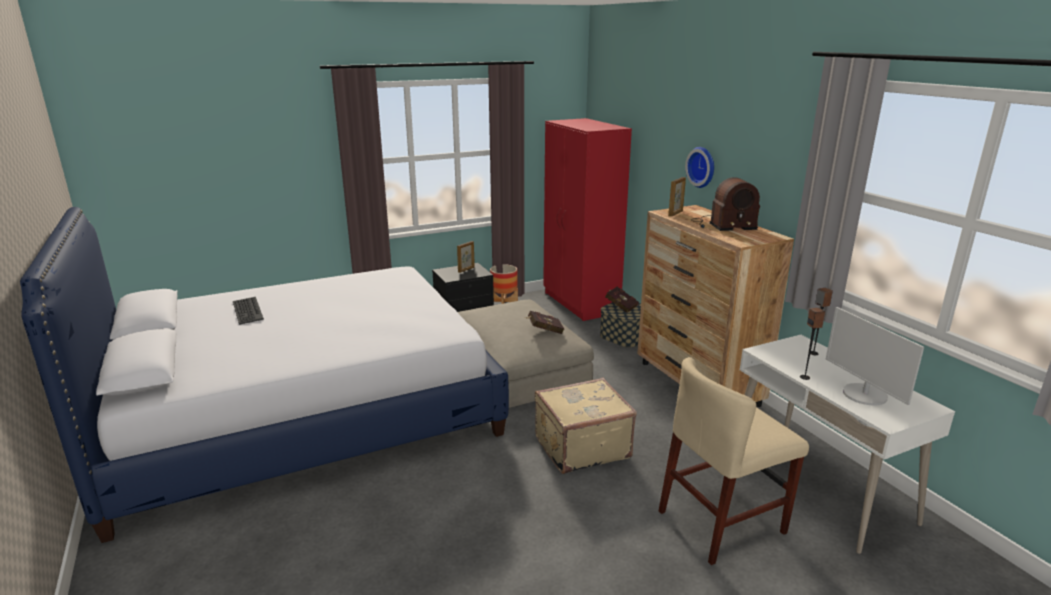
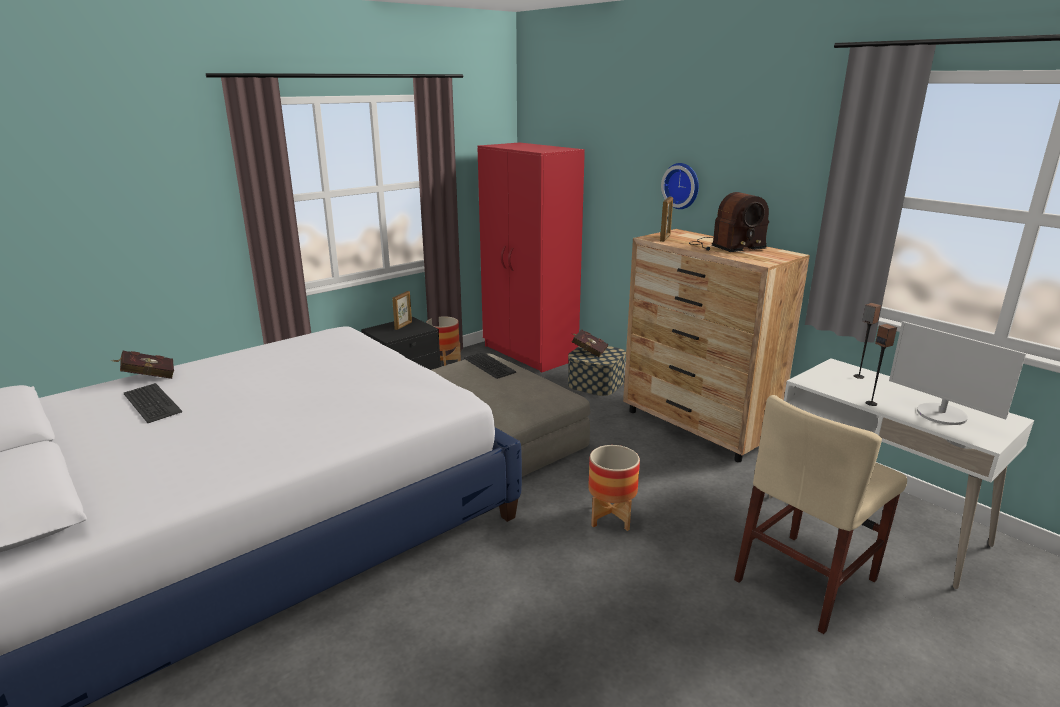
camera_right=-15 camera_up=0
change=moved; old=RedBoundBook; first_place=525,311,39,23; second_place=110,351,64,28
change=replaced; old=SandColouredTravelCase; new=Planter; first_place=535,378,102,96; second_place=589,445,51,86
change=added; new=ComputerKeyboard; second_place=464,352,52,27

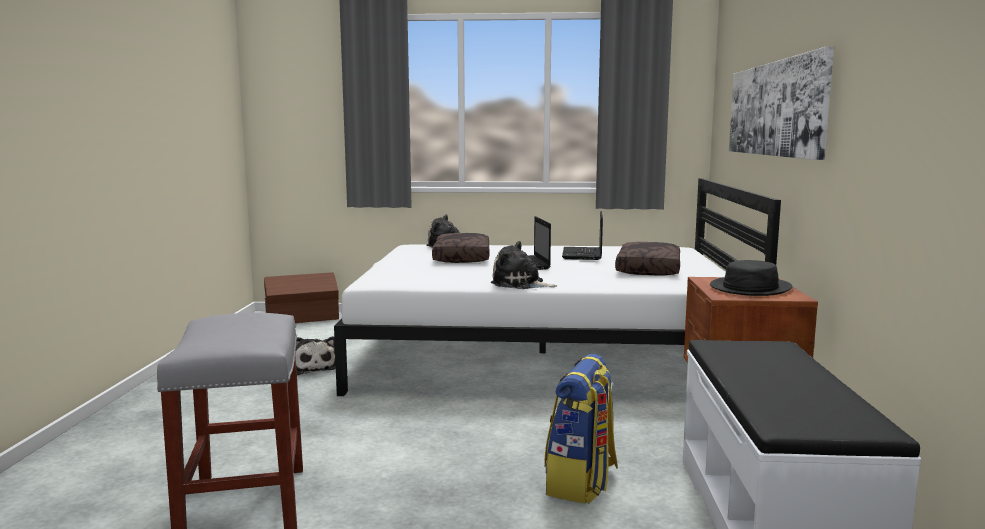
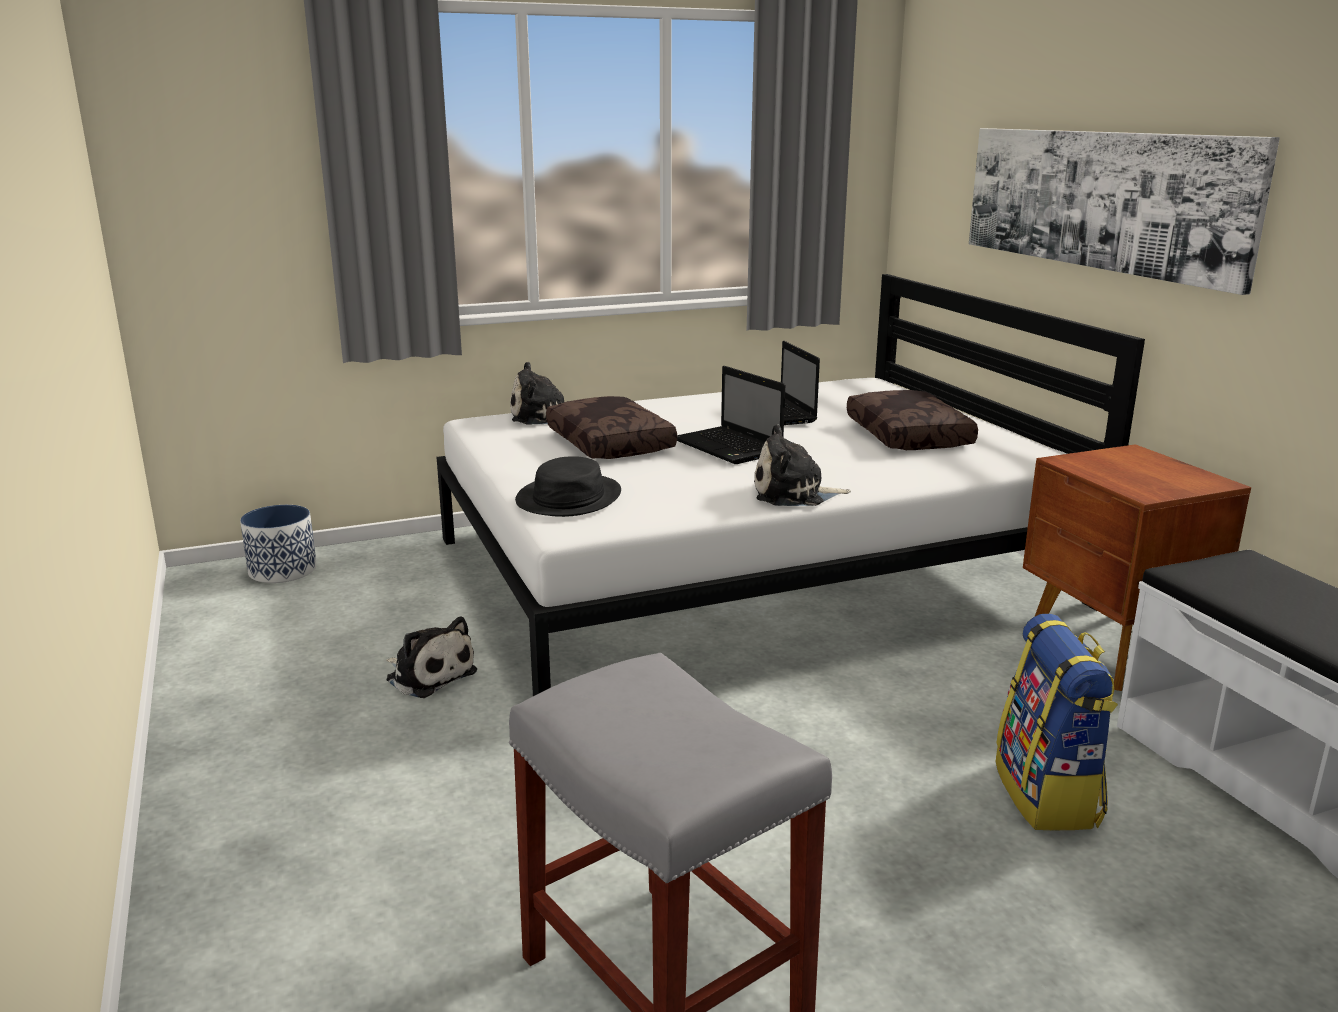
camera_right=-25 camera_up=10
change=moved; old=BlackColouredWearableHat; first_place=710,260,83,36; second_place=515,456,106,61
change=replaced; old=BrownishStorageBin; new=Planter; first_place=264,272,75,51; second_place=240,505,77,78

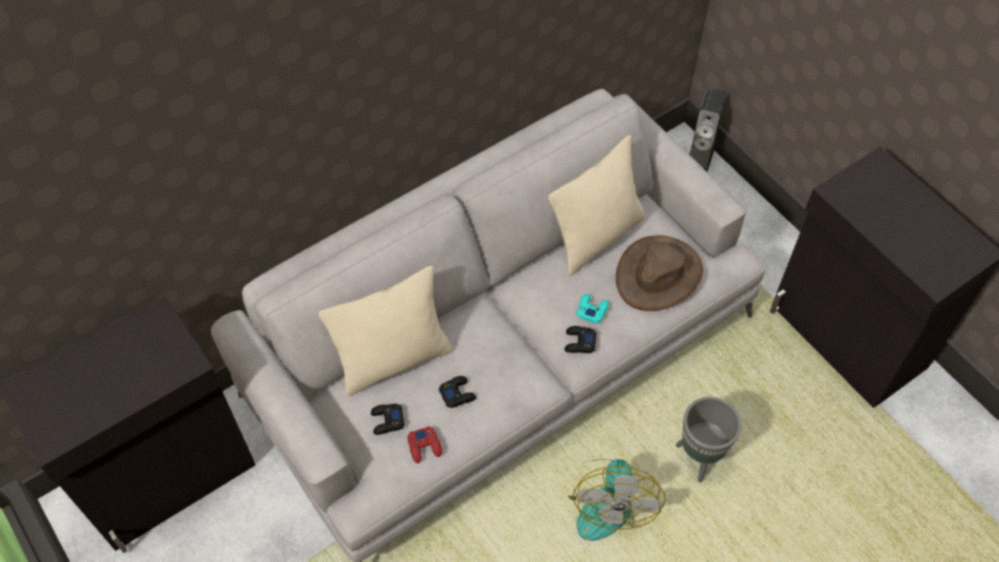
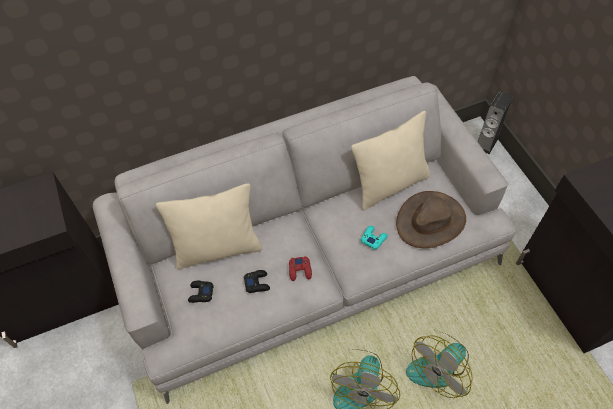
camera_right=15 camera_up=0
change=removed; old=BlackColouredGamepad; first_place=564,326,32,27
change=replaced; old=GreyPlanter; new=CoolingFan; first_place=676,397,66,86; second_place=406,332,67,66
change=moved; old=RedGamepad; first_place=408,426,34,37; second_place=289,256,23,25

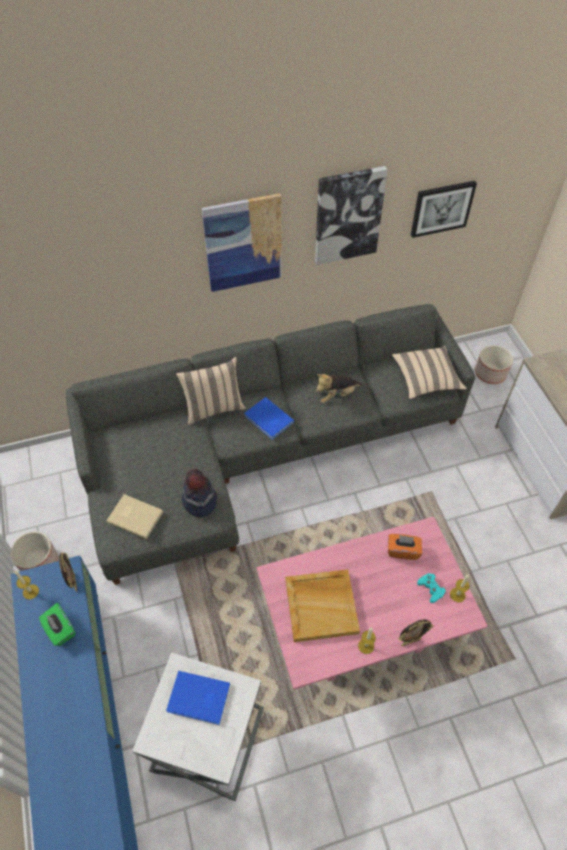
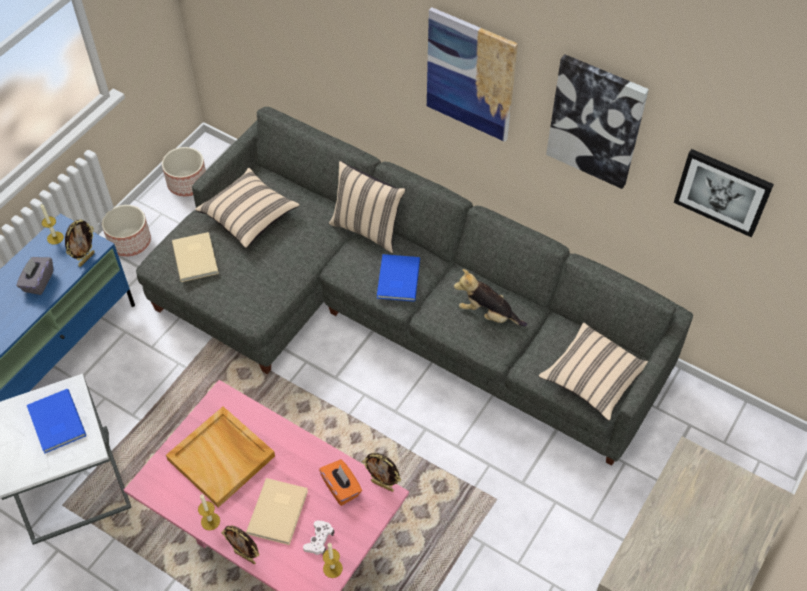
camera_right=50 camera_up=0
change=moved; old=Planter; first_place=475,345,38,39; second_place=162,147,44,49
change=removed; old=WearableHat; first_place=182,469,35,48
change=recoloured; old=TurquoiseGamepad; new=WhitishGamepad; first_place=417,573,29,30; second_place=303,520,31,35
change=recoloured; old=GreenTissueHolder; new=GreyTissueHolder; first_place=39,603,37,43; second_place=16,257,37,38
change=added; new=SandColouredPillow; second_place=195,168,105,80
change=added; new=PictureFrame; second_place=362,453,40,39
change=added; new=SandColouredBoundBook; second_place=246,478,62,67

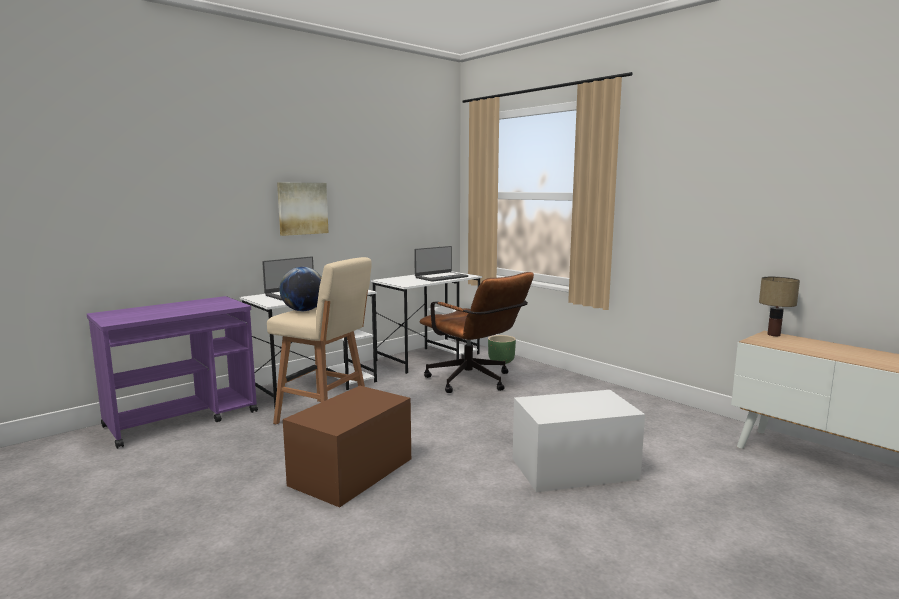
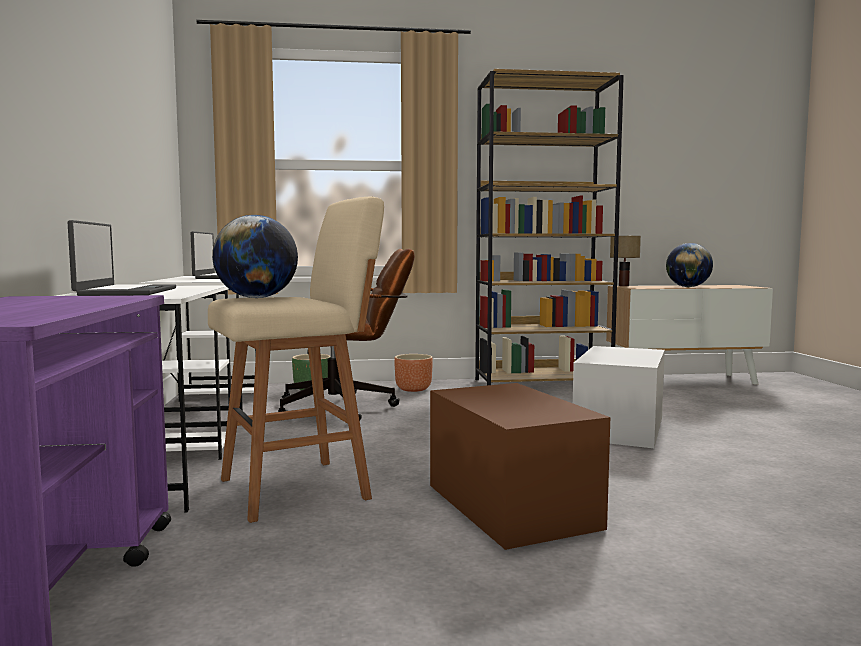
camera_right=-55 camera_up=-5
change=removed; old=WallPicture; first_place=277,183,51,53
change=added; new=BrownishBookcase; second_place=475,69,149,316
change=added; new=Globe; second_place=666,243,47,44
change=added; new=BrownishPlanter; second_place=394,354,39,38

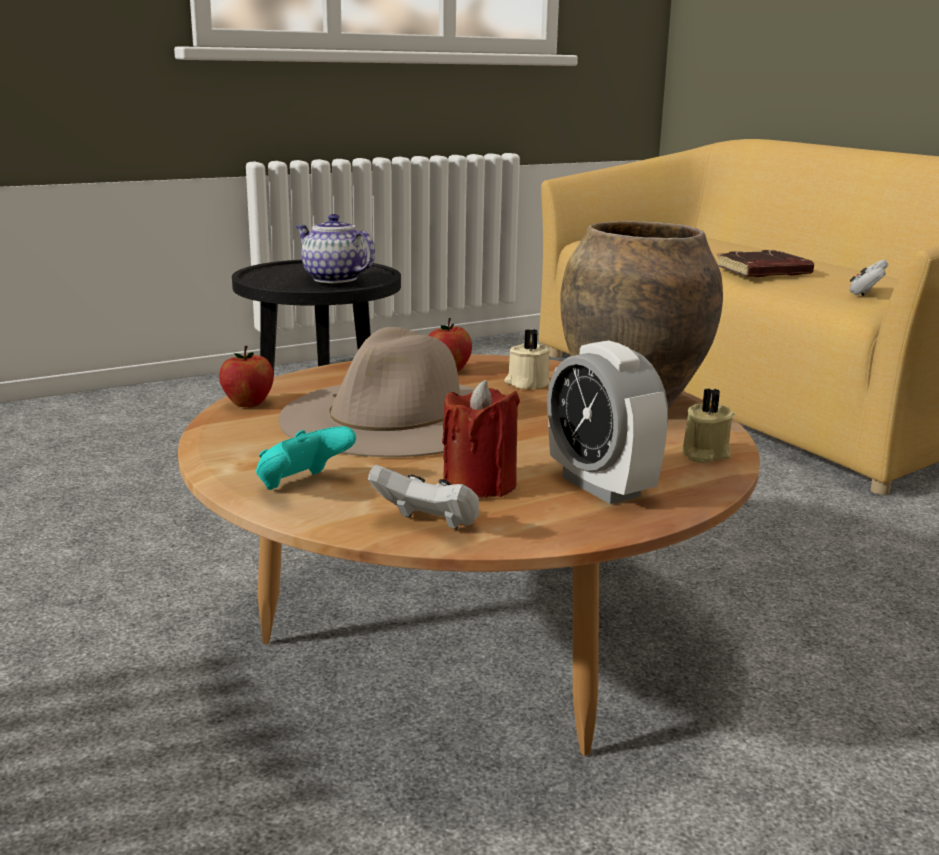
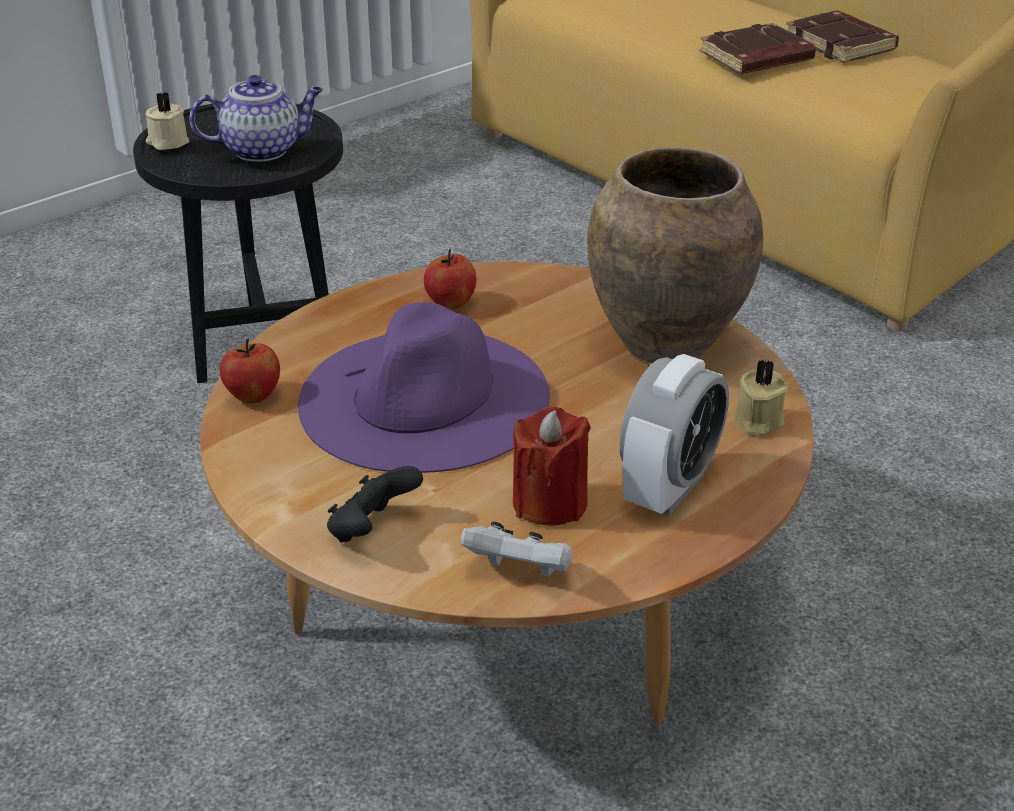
camera_right=-10 camera_up=15
change=turned; old=PotForTea; first_place=296,214,79,69; second_place=190,75,133,87; degrees=135
change=removed; old=WhitishGamepad; first_place=850,259,39,37
change=recoloured; old=SandColouredWearableHat; new=PurplishWearableHat; first_place=279,327,196,130; second_place=298,302,252,171
change=moved; old=SandColouredWaxCandle; first_place=505,329,45,60; second_place=145,92,44,58
change=turned; old=TableClock; first_place=547,340,121,164; second_place=620,354,109,162; degrees=-105
change=recoloured; old=TurquoiseGamepad; new=BlackColouredGamepad; first_place=256,426,100,64; second_place=327,466,96,77
change=added; new=BrownishBoundBook; second_place=786,11,113,52

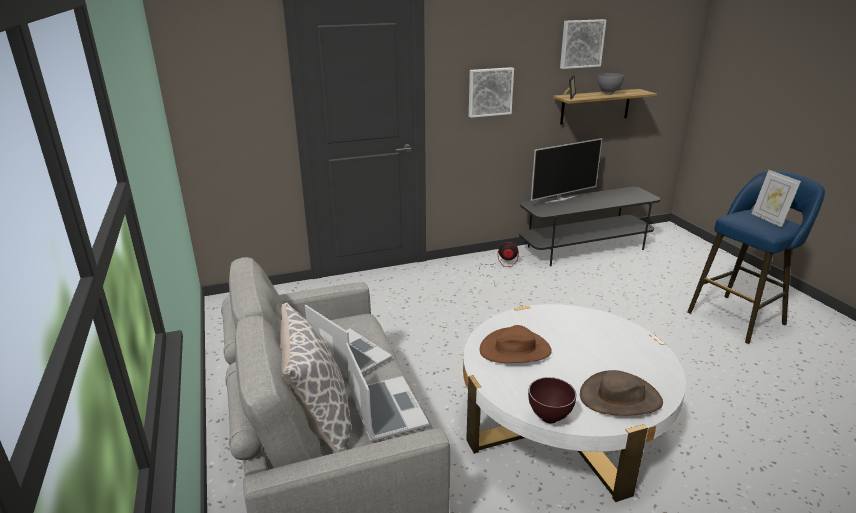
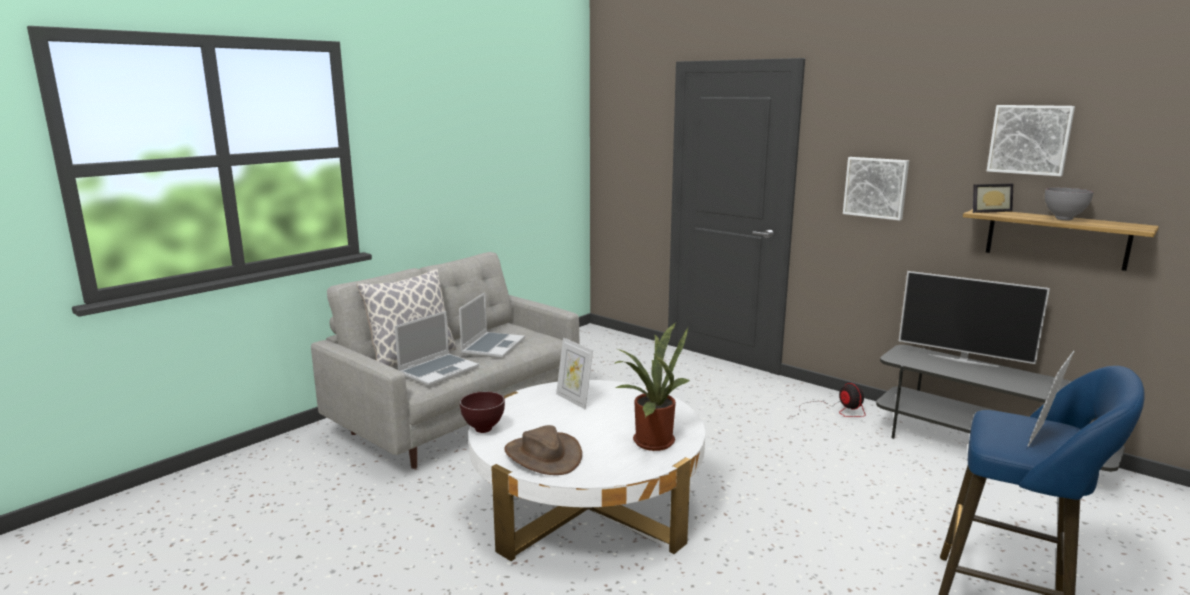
camera_right=60 camera_up=-10
change=replaced; old=BrownishWearableHat; new=PictureFrame; first_place=480,325,72,38; second_place=556,338,37,71
change=added; new=Houseplant; second_place=614,323,75,128

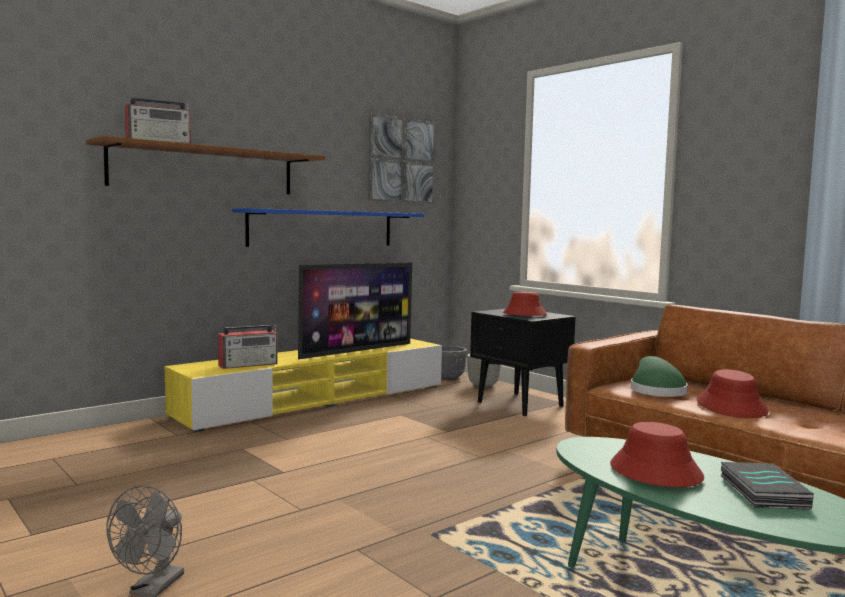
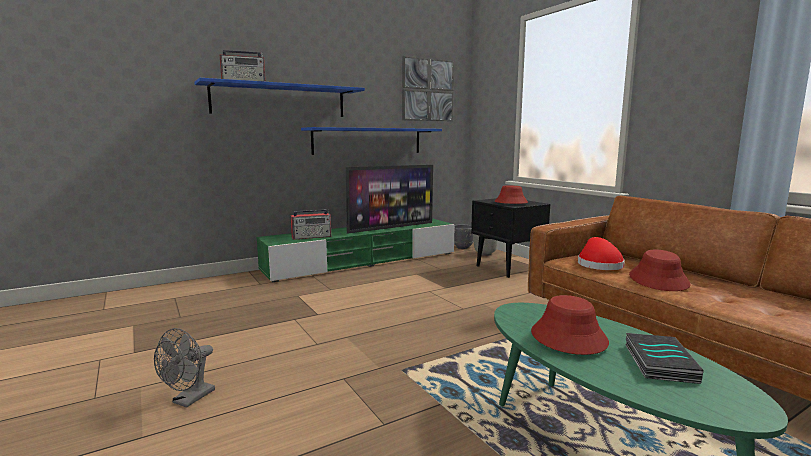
camera_right=10 camera_up=5
change=recoloured; old=BrownishShelf; new=BlueShelf; first_place=86,136,239,58; second_place=195,78,170,39
change=recoloured; old=YellowTvStand; new=GreenTvStand; first_place=164,338,278,94; second_place=256,218,199,64
change=recoloured; old=GreenWearableHat; new=RedWearableHat; first_place=631,356,57,41; second_place=578,237,47,33

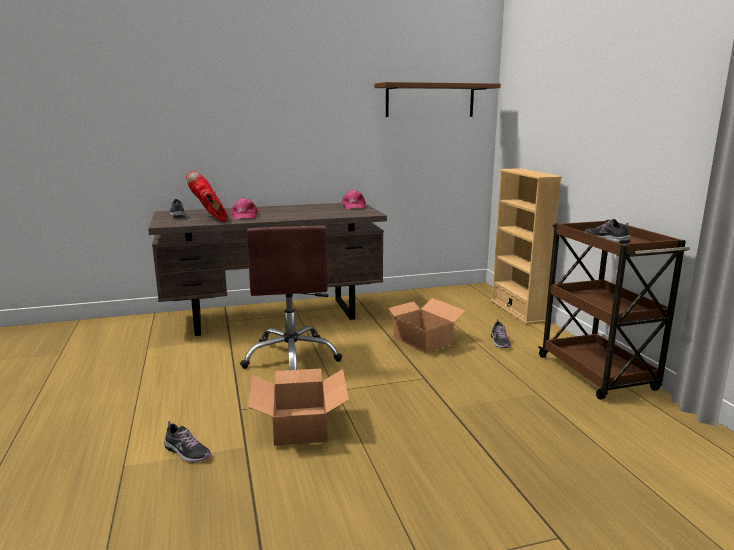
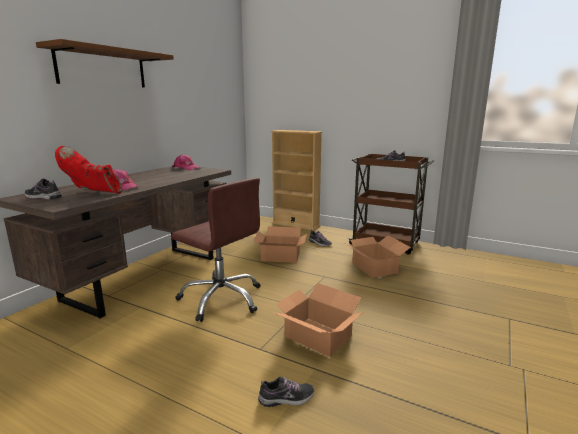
camera_right=-45 camera_up=0
change=moved; old=BrownishShelf; first_place=374,82,127,35; second_place=36,39,138,49
change=added; new=CardboardBox; second_place=343,235,68,43

